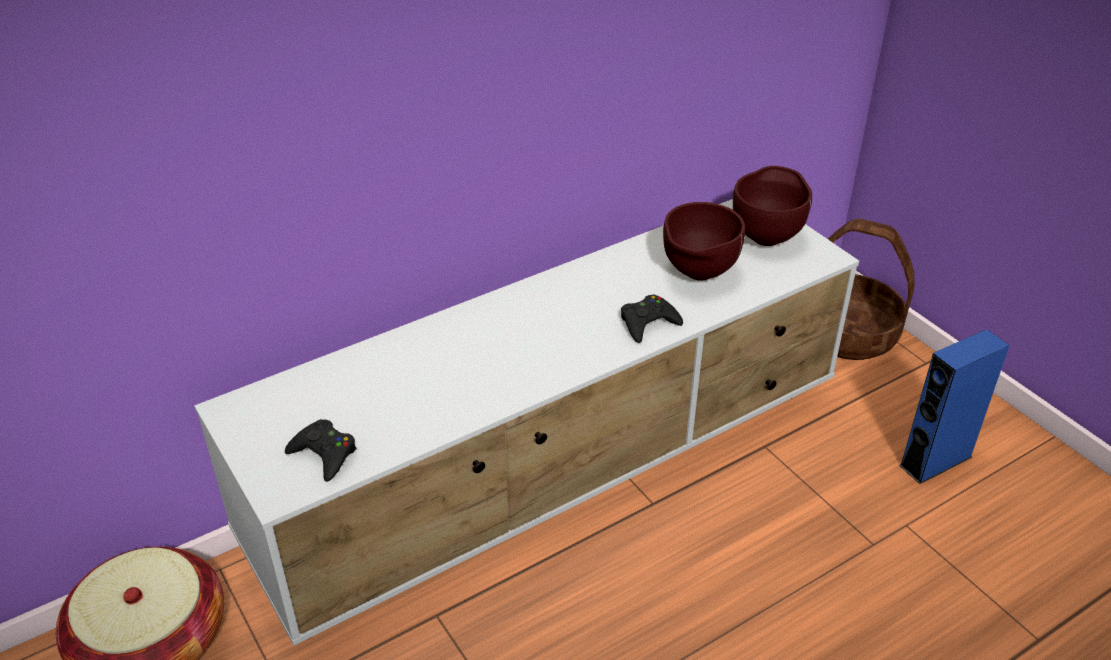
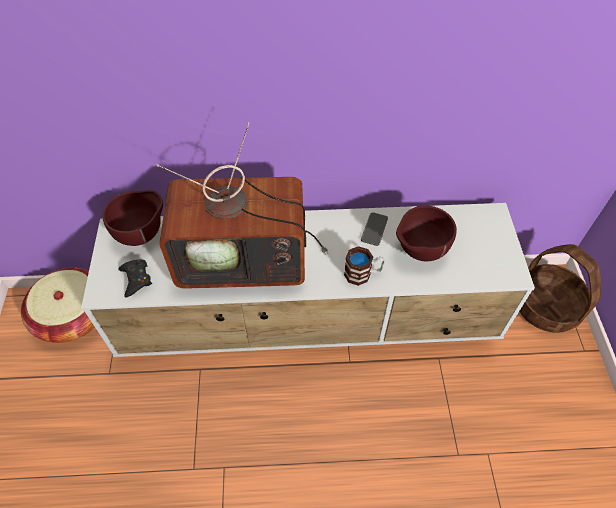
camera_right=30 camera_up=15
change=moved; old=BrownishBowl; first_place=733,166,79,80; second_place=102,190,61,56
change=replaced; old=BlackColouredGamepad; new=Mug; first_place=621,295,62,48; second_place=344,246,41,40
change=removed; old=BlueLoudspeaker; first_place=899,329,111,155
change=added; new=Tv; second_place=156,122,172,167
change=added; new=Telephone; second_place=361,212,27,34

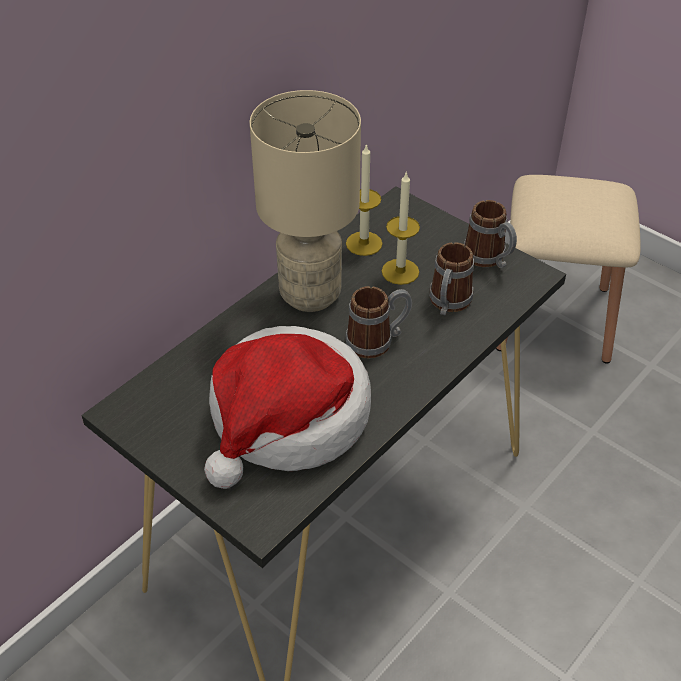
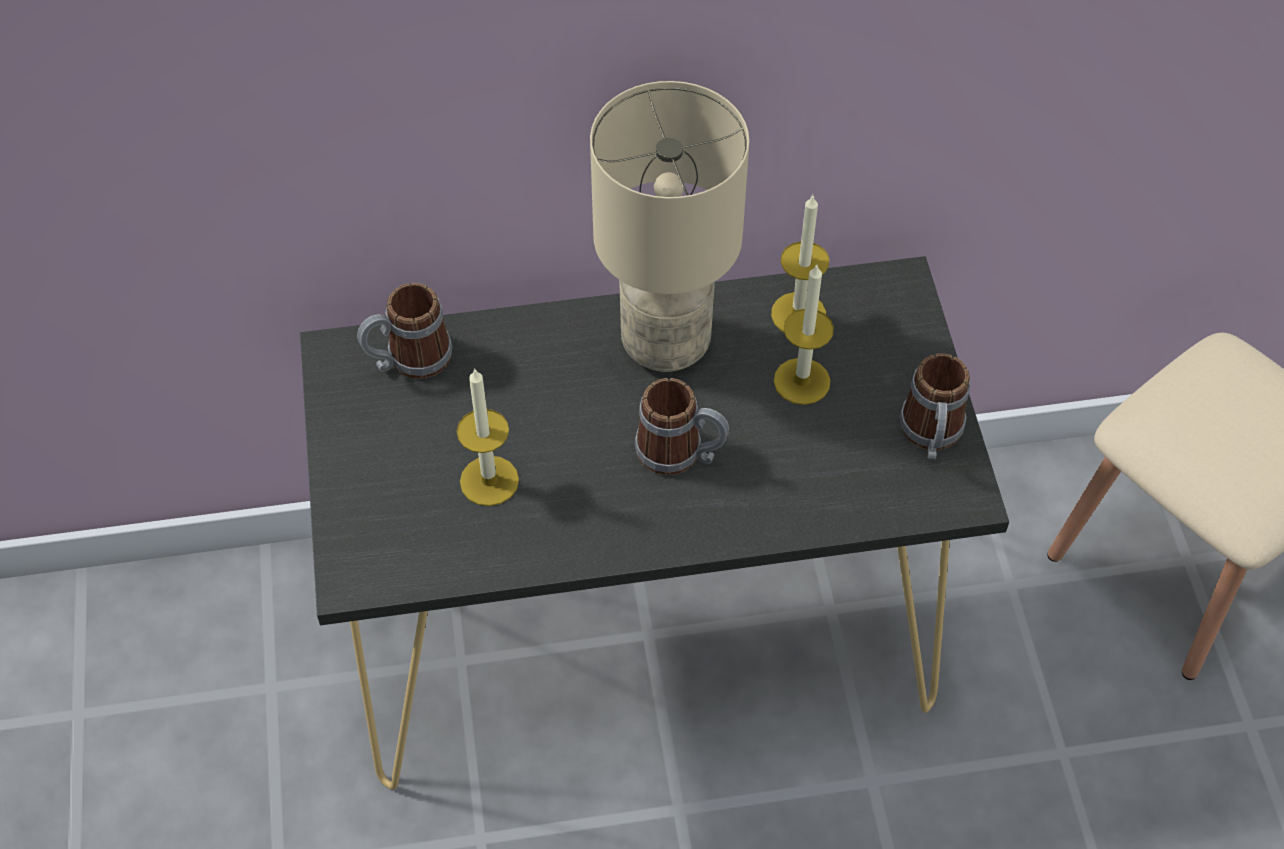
camera_right=40 camera_up=10
change=moved; old=Mug; first_place=429,242,45,74; second_place=357,283,96,96
change=replaced; old=WearableHat; new=WaxCandle; first_place=204,326,167,163; second_place=457,368,62,138

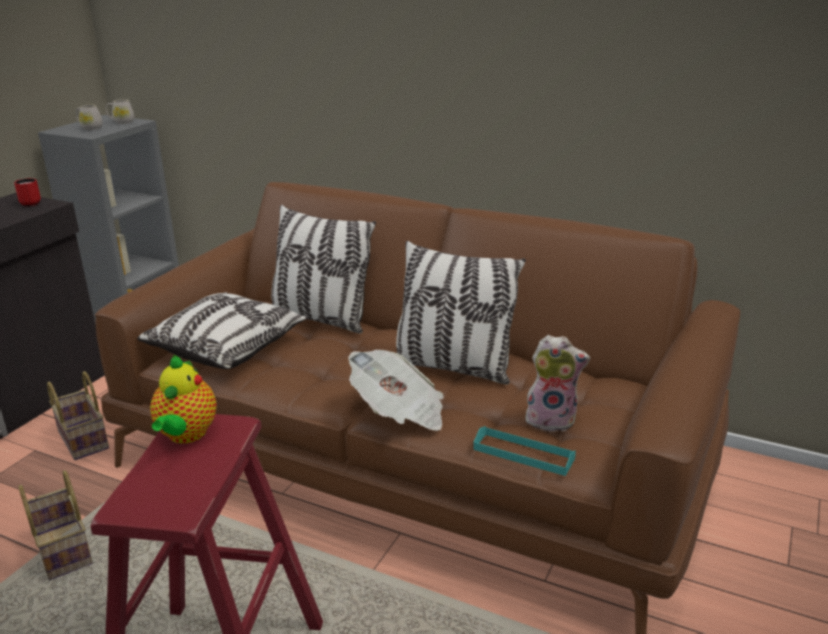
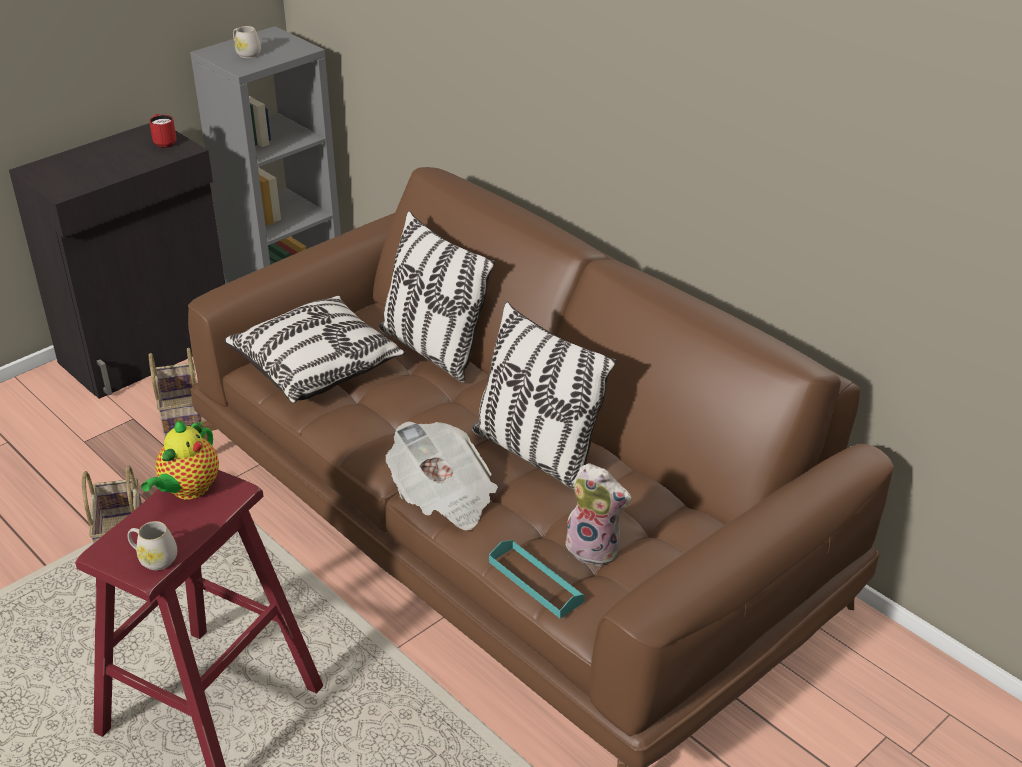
camera_right=20 camera_up=10
change=moved; old=WhitishMug; first_place=106,99,28,25; second_place=128,521,49,49

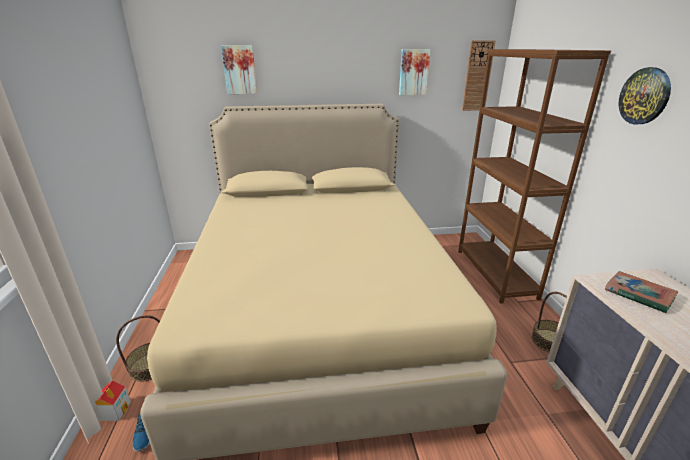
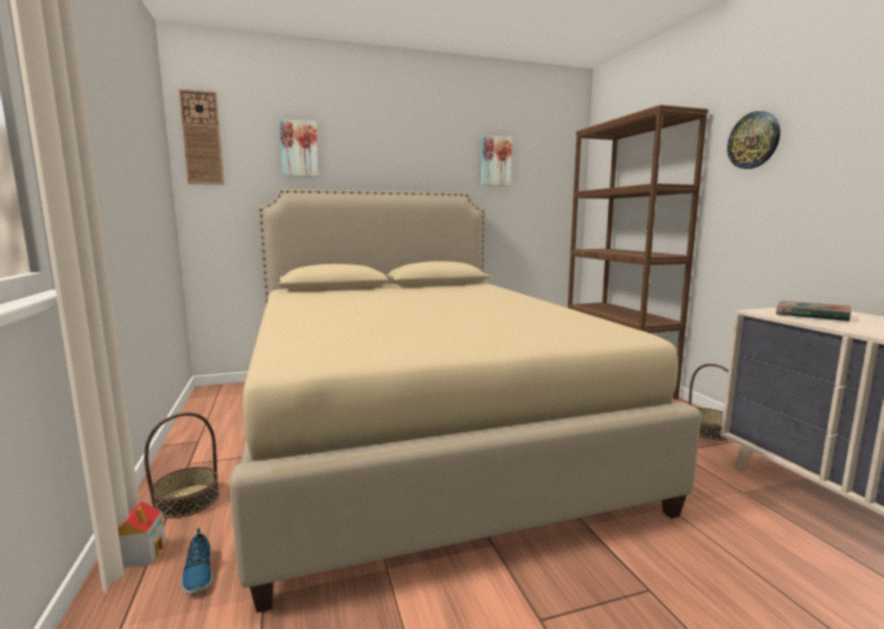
camera_right=-10 camera_up=-15
change=moved; old=HangingClock; first_place=462,40,34,71; second_place=179,89,45,96

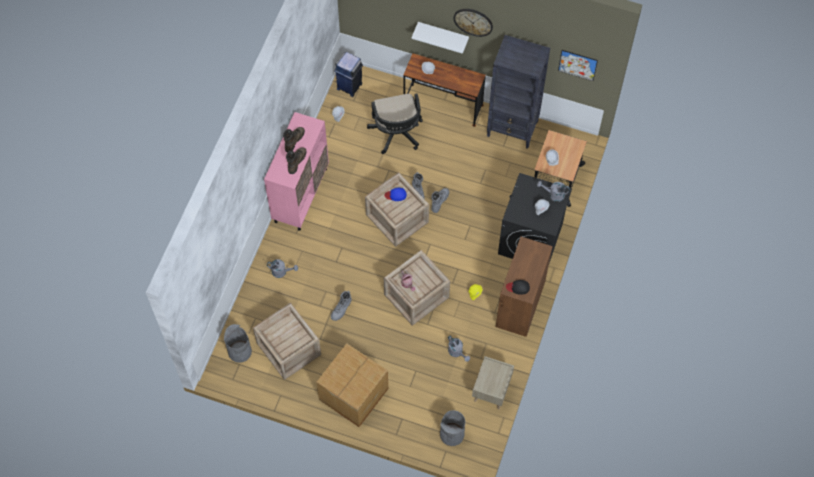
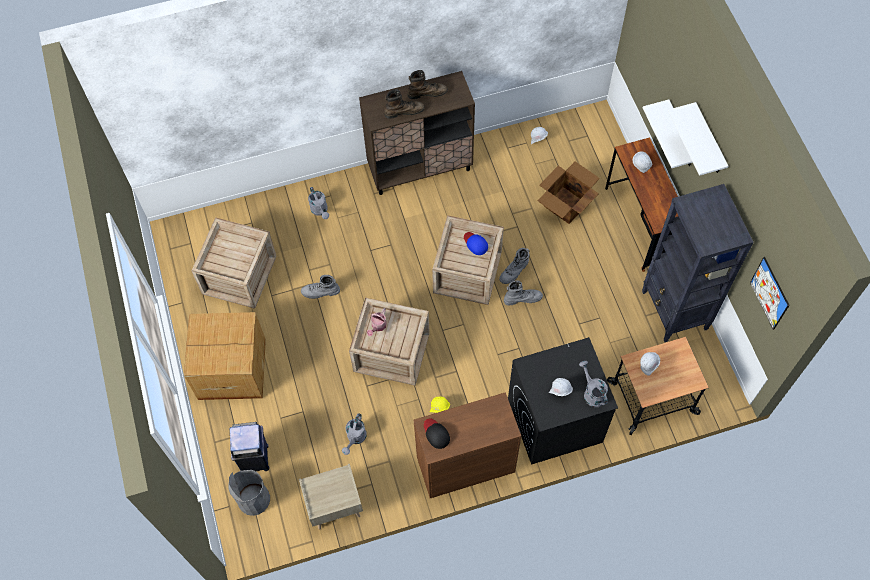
camera_right=55 camera_up=0
change=replaced; old=HangingClock; new=WhitishShelf; first_place=454,9,39,28; second_place=668,102,60,74
change=moved; old=BlueTrashCan; first_place=334,52,29,45; second_place=230,422,39,49
change=replaced; old=BlackColouredDeskChair; new=CardboardBox; first_place=367,93,56,61; second_place=538,161,62,63
change=recoloured; old=PinkishStorageCabinet; new=BrownishStorageCabinet; first_place=264,112,65,119; second_place=359,71,116,124
change=removed; old=GreyTrashCan; first_place=224,324,28,39

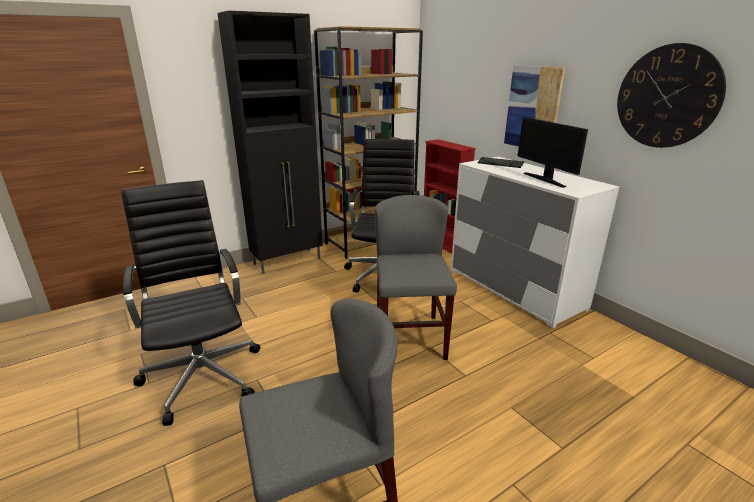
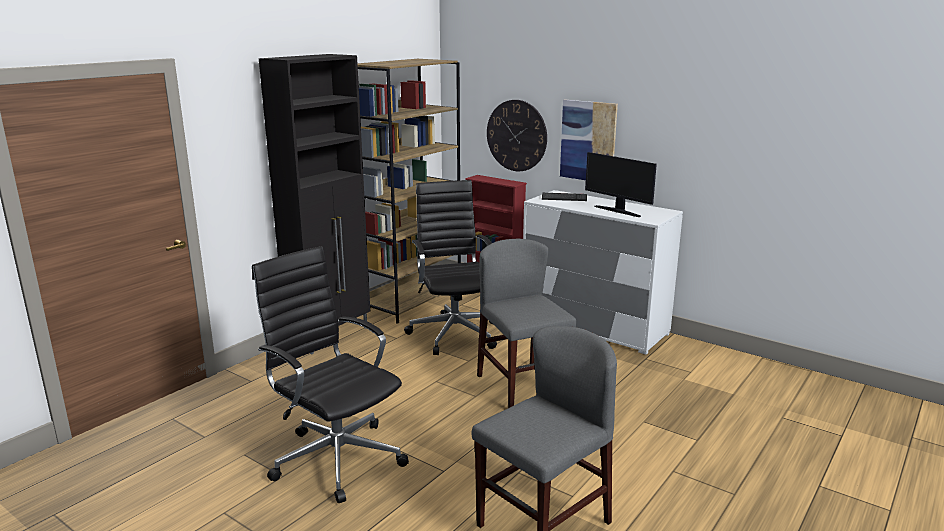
camera_right=-20 camera_up=-5
change=moved; old=HangingClock; first_place=617,43,109,105; second_place=487,100,60,71

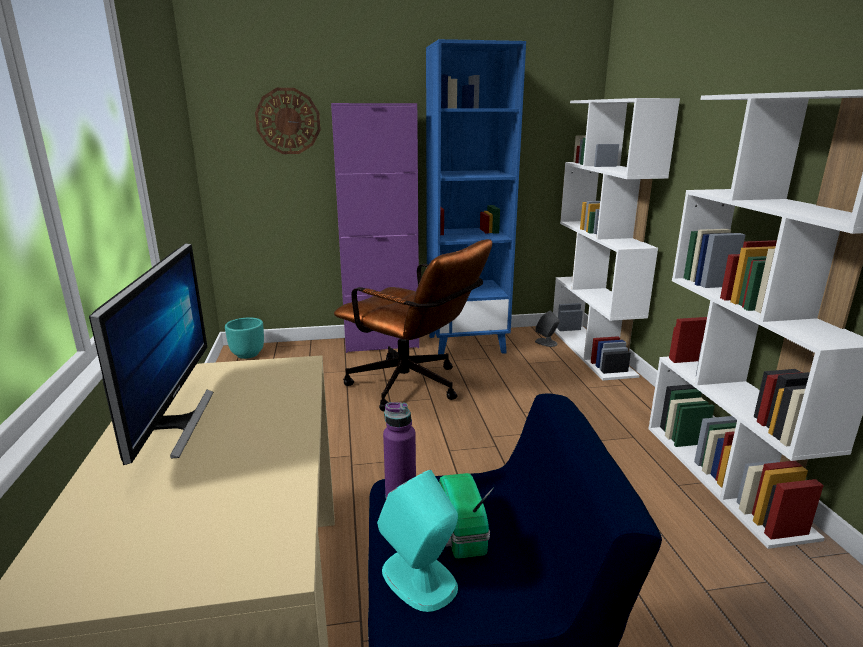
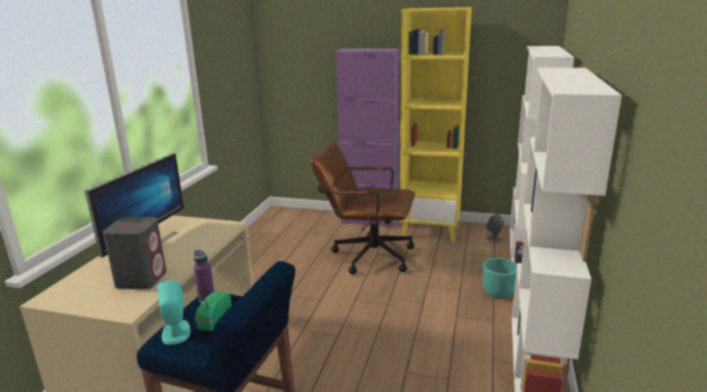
camera_right=25 camera_up=0
change=recoloured; old=BlueBookcase; new=YellowBookcase; first_place=426,39,100,315; second_place=399,7,73,235
change=removed; old=HangingClock; first_place=255,88,65,66
change=turned; old=BrownishDeskChair; first_place=334,239,158,173; second_place=311,142,104,132; degrees=135
change=moved; old=TurquoisePlanter; first_place=225,317,39,42; second_place=483,258,34,41
change=added; new=GreyLoudspeaker; second_place=103,217,64,72

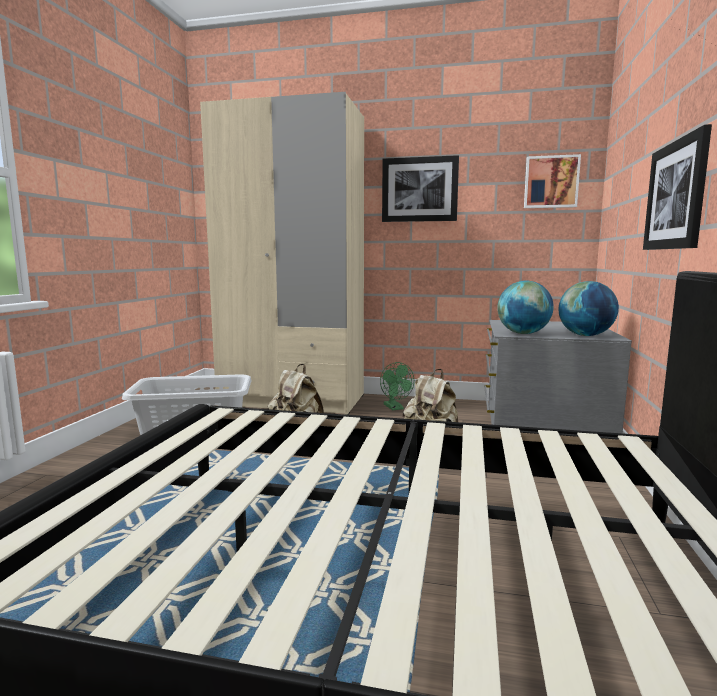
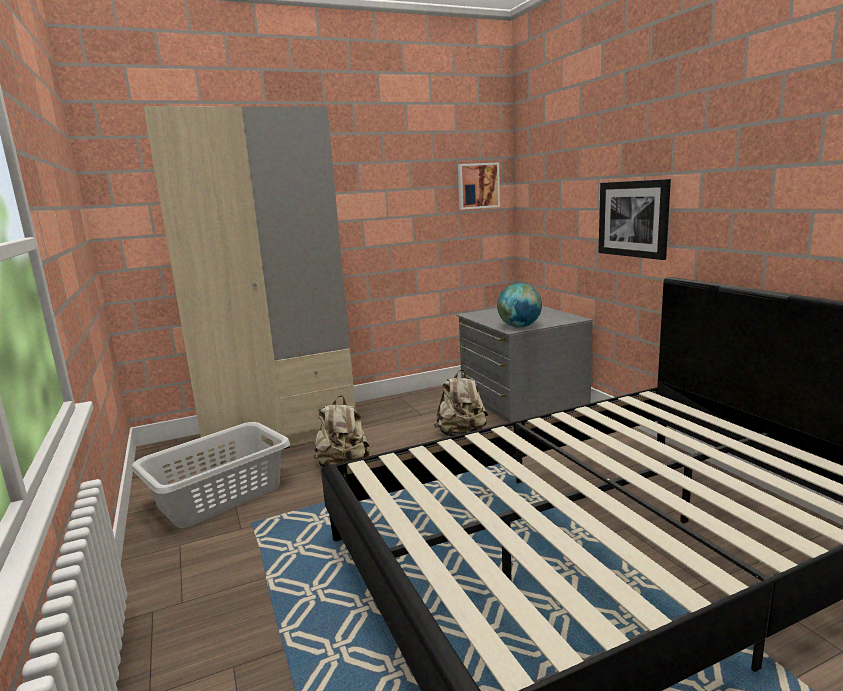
camera_right=-35 camera_up=5
change=removed; old=WallPicture; first_place=382,155,77,67
change=removed; old=Globe; first_place=559,281,60,55
change=removed; old=GreenCoolingFan; first_place=380,362,34,48

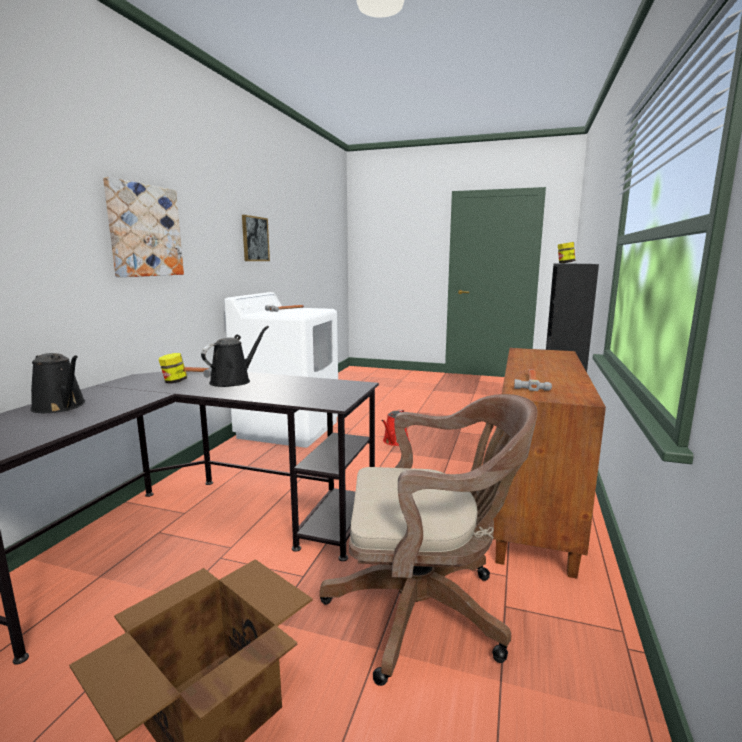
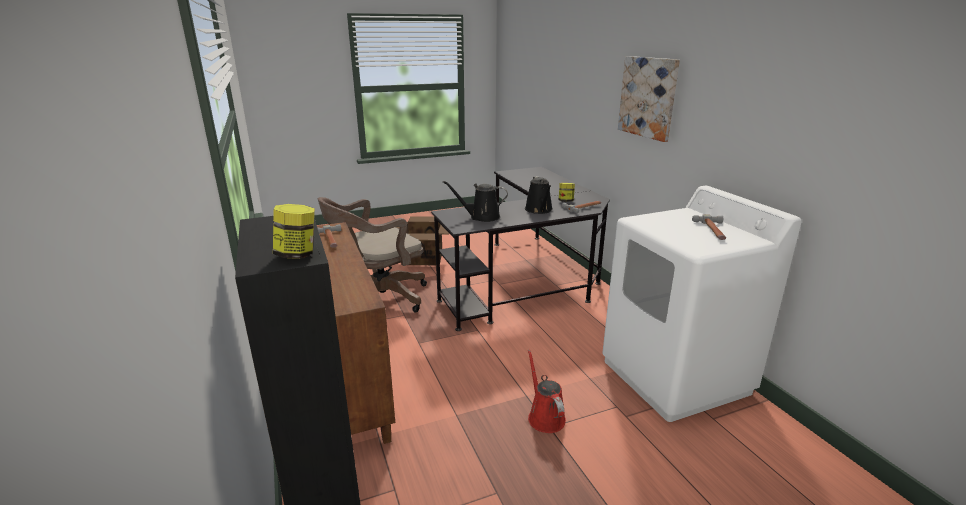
camera_right=140 camera_up=10
change=removed; old=WallPicture; first_place=242,215,28,46
change=moved; old=BlackColouredSprinklingCan; first_place=30,353,56,60; second_place=443,181,65,41

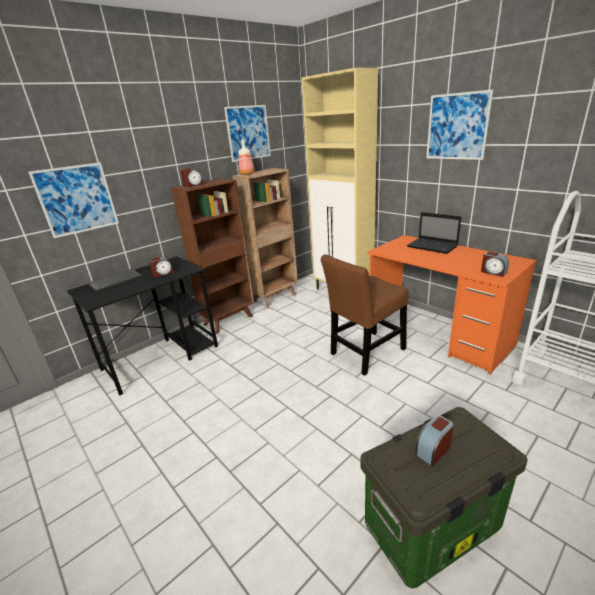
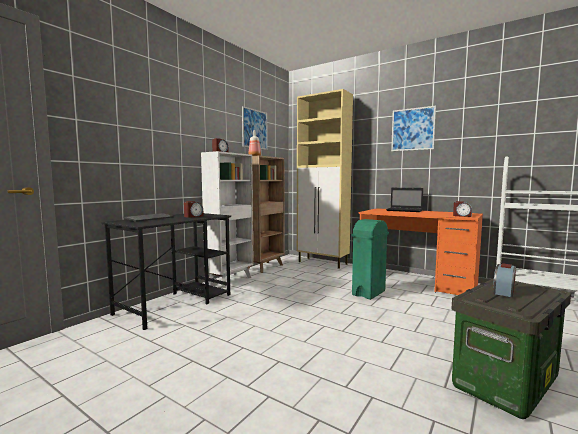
camera_right=-15 camera_up=-20
change=removed; old=WallPicture; first_place=28,162,91,76
change=recoloured; old=BrownishBookcase; new=WhitishBookcase; first_place=171,178,83,155; second_place=201,151,53,137
change=replaced; old=BrownishUprightChair; new=GreenTrashCan; first_place=321,254,88,122; second_place=352,219,37,81

